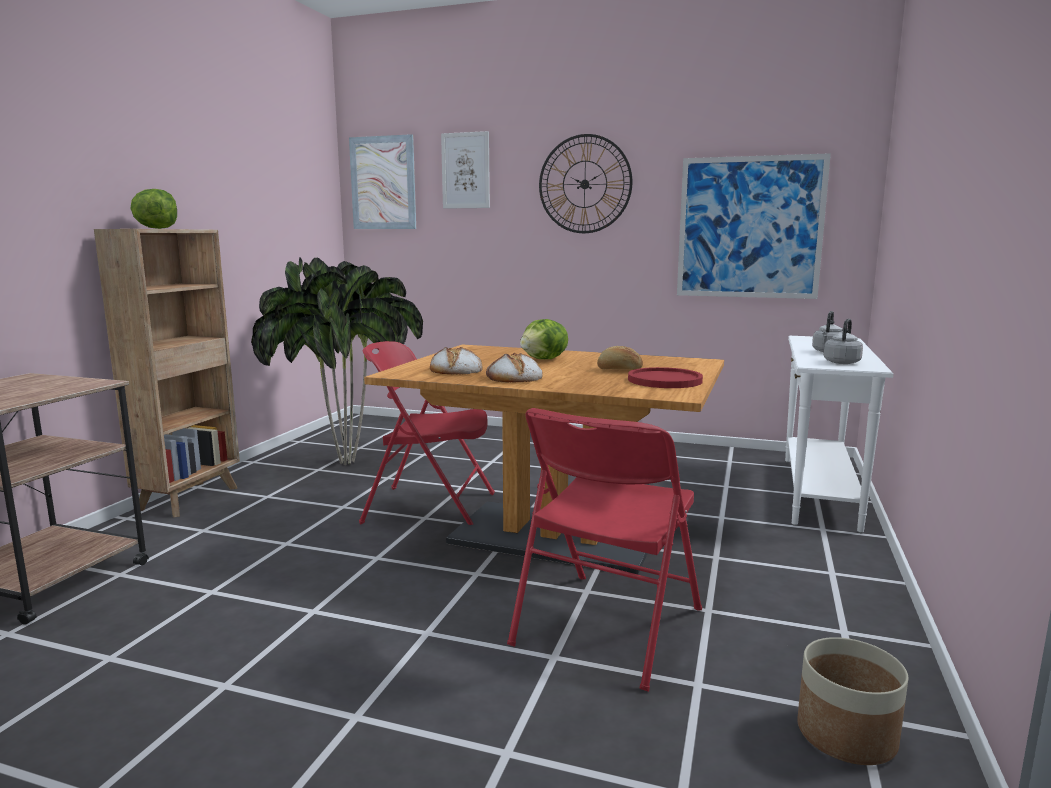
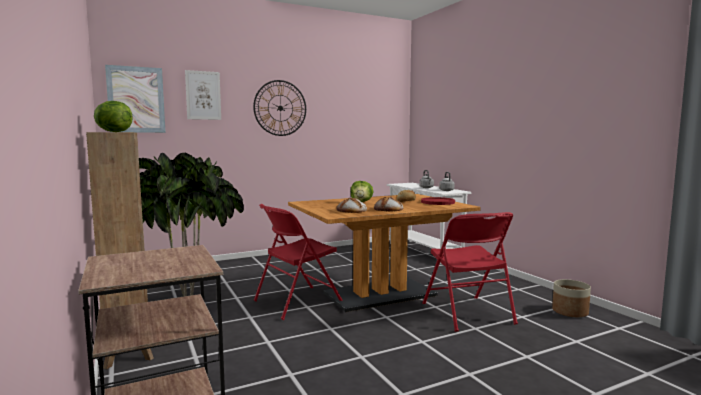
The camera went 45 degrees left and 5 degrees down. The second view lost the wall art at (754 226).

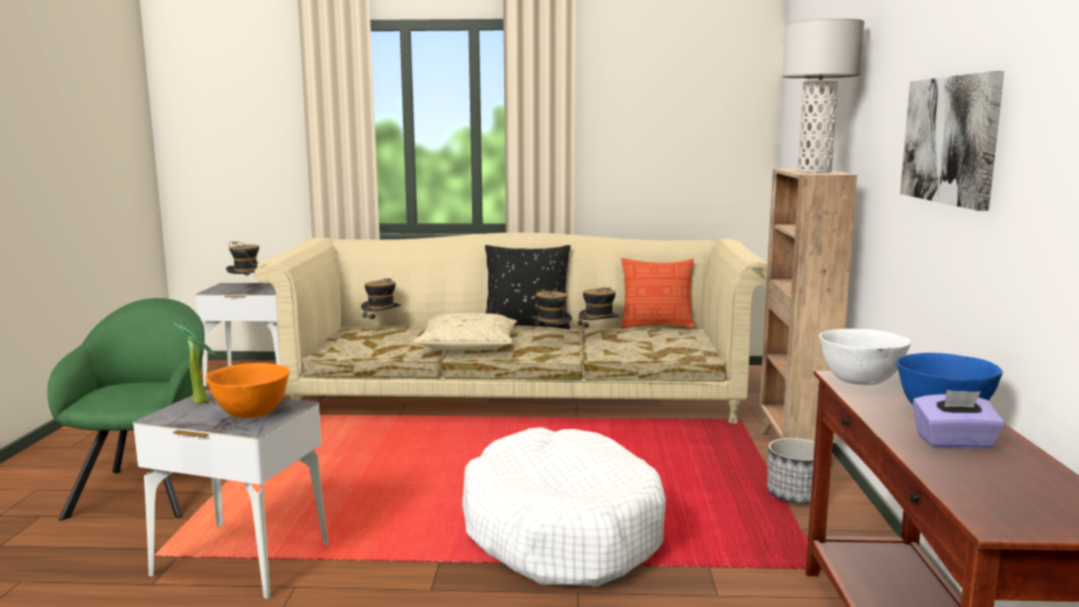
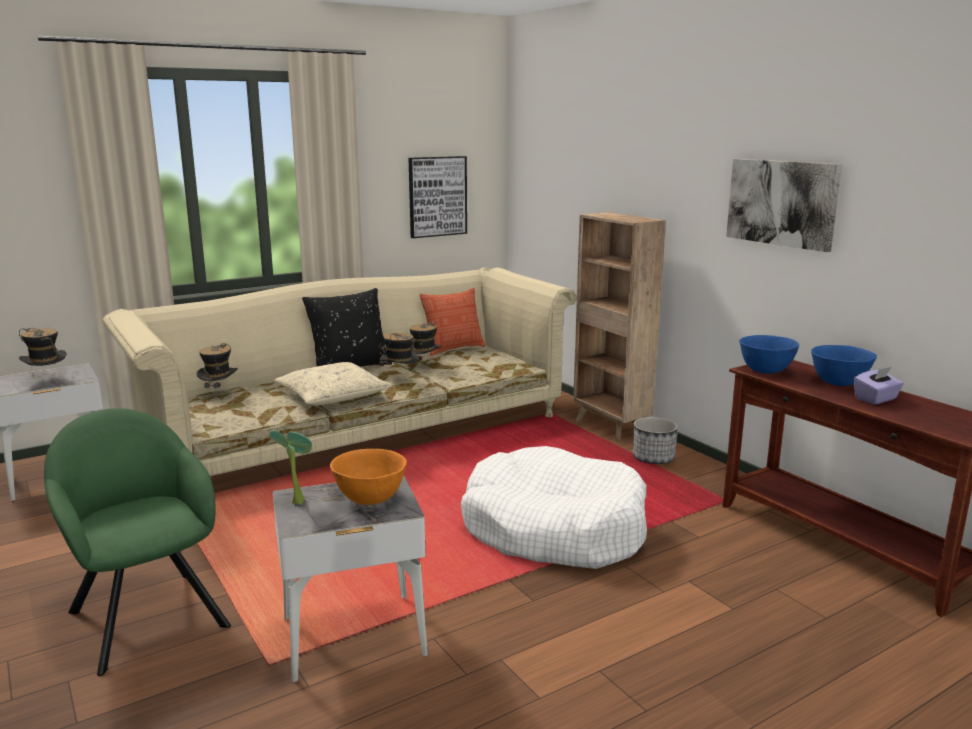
The camera went 35 degrees left and 5 degrees up. The second view lost the white-coloured lamp for a table at (823 95). What was the white-coloured deep dish at (865 357) turned into the blue deep dish at (769 354). The second view gained the wall art at (437 197).

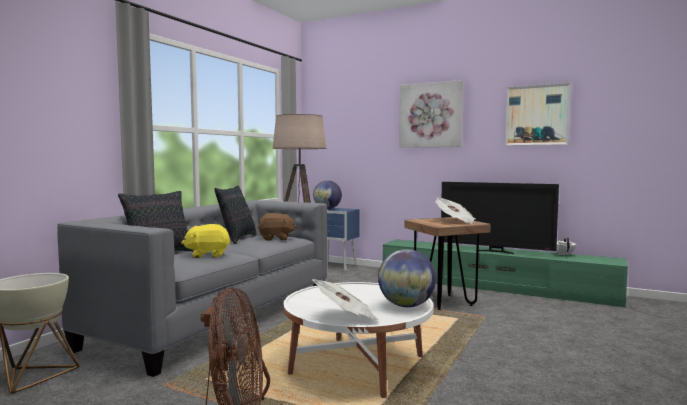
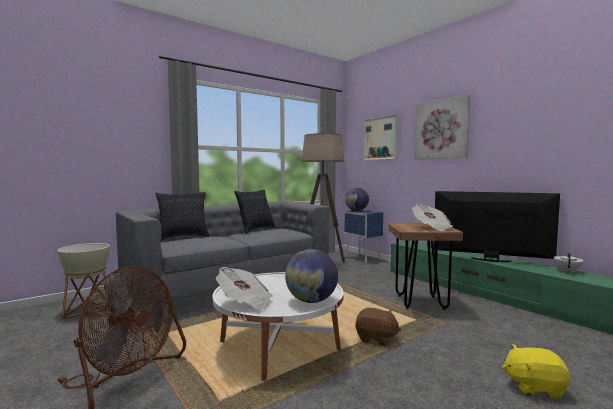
The camera went 25 degrees right and 0 degrees up. The yellowish plush toy ended up elsewhere, having gone from (206 241) to (536 371). The brownish plush toy ended up elsewhere, having gone from (277 227) to (378 327). The television at (500 218) ended up facing another way, 150 degrees clockwise from before. The wall art ended up elsewhere, having gone from (538 114) to (381 137).

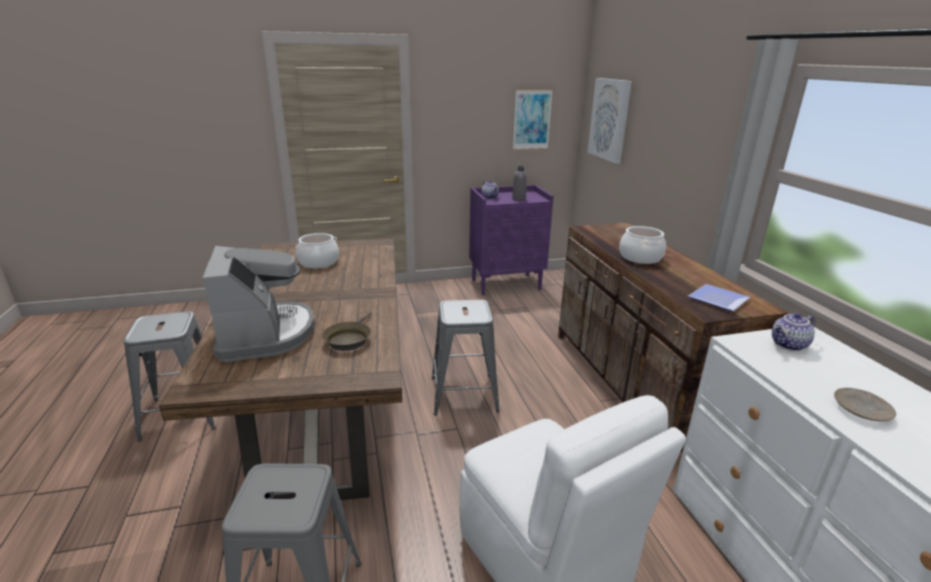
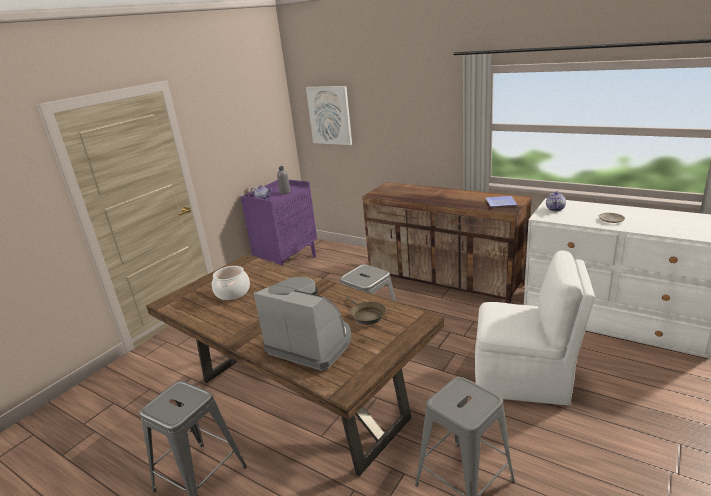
The camera went 40 degrees left and 0 degrees up. The second view lost the wall art at (533 119). The second view lost the saucepot at (642 245).

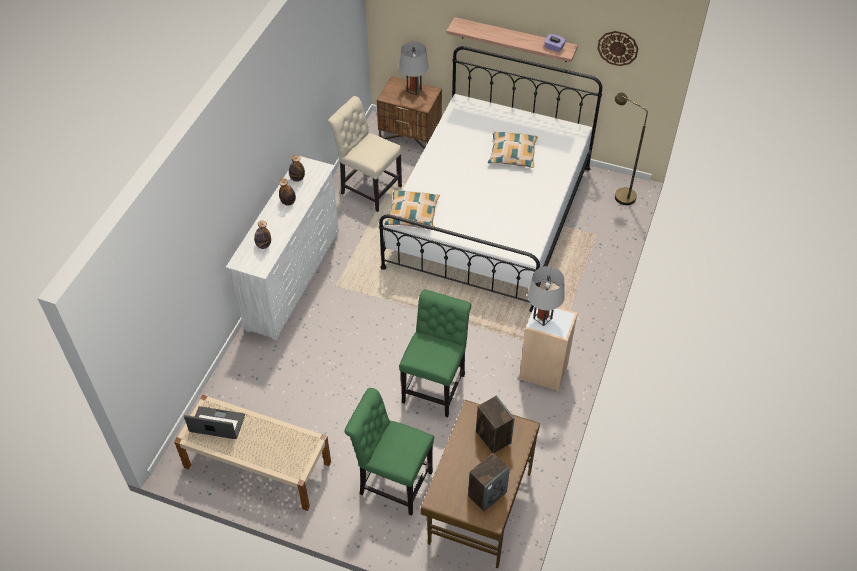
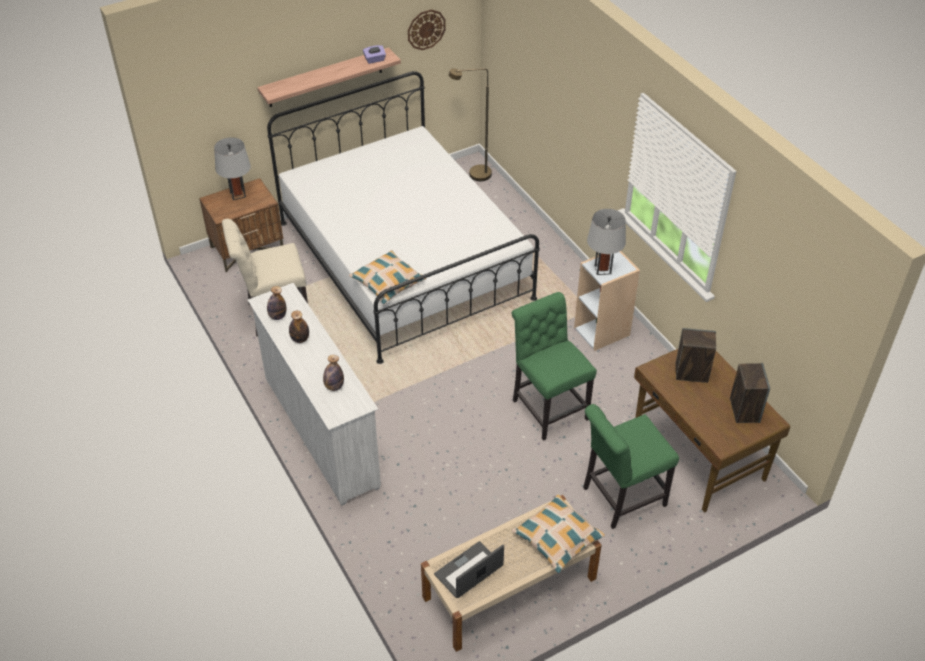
The camera went 50 degrees left and 5 degrees down. The cushion ended up elsewhere, having gone from (513 150) to (558 534).

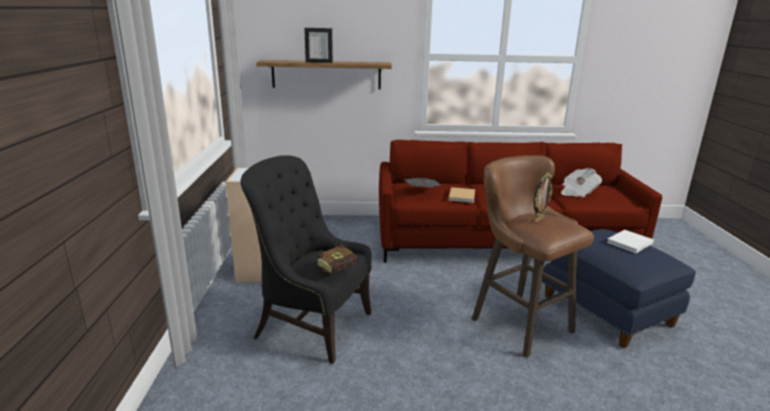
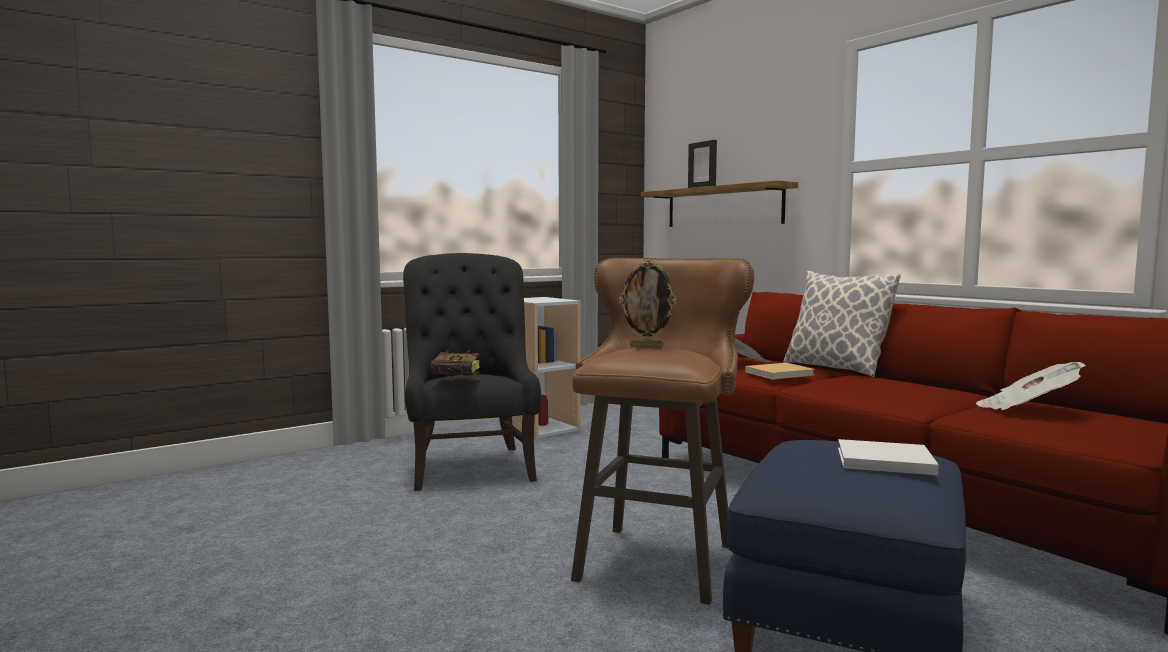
The camera went 55 degrees right and 15 degrees down. The second view gained the cushion at (842 324).

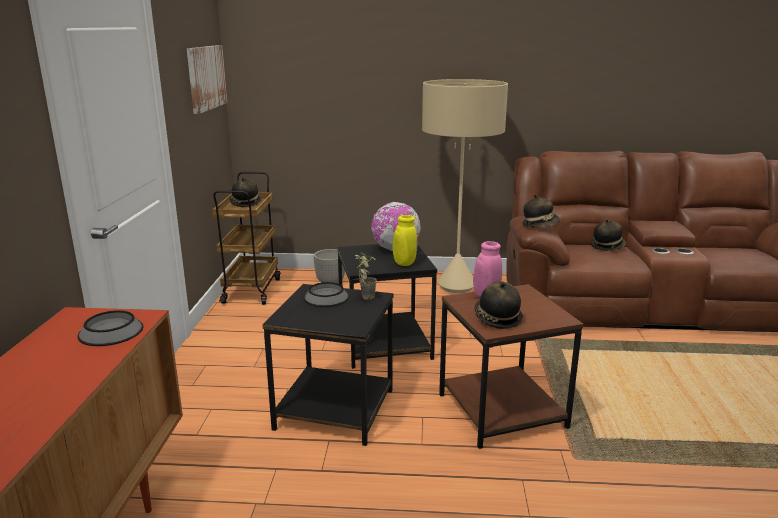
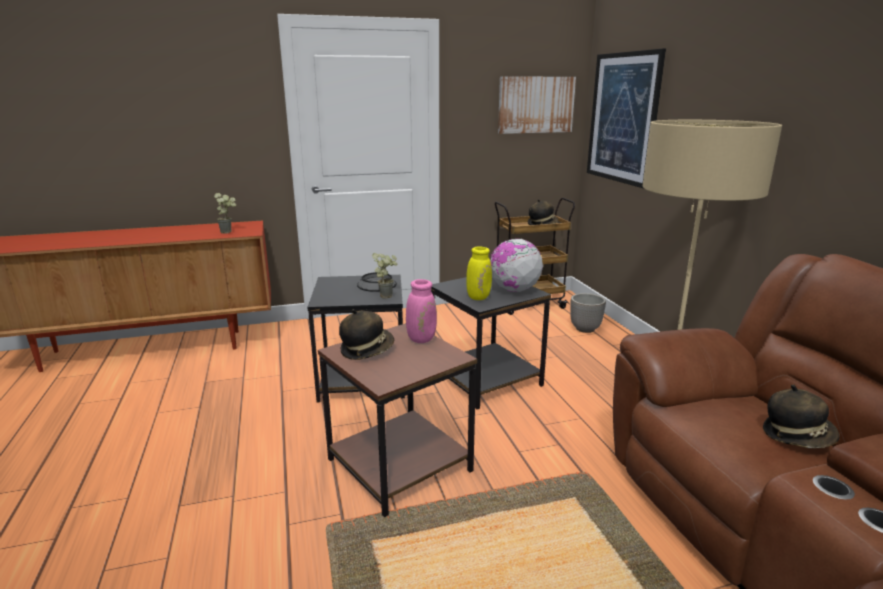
The camera went 70 degrees right and 0 degrees up. Where the deep dish stood at (111 328), the potted plant came to stand at (225 213). The second view lost the hat at (541 211). The second view gained the wall art at (626 118).

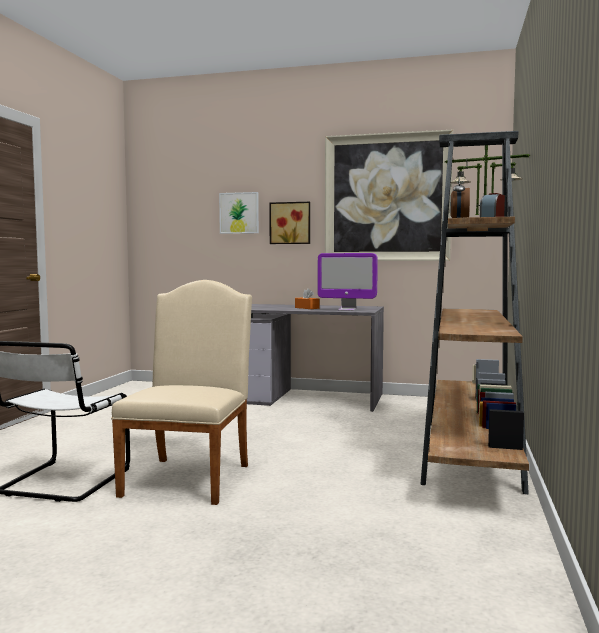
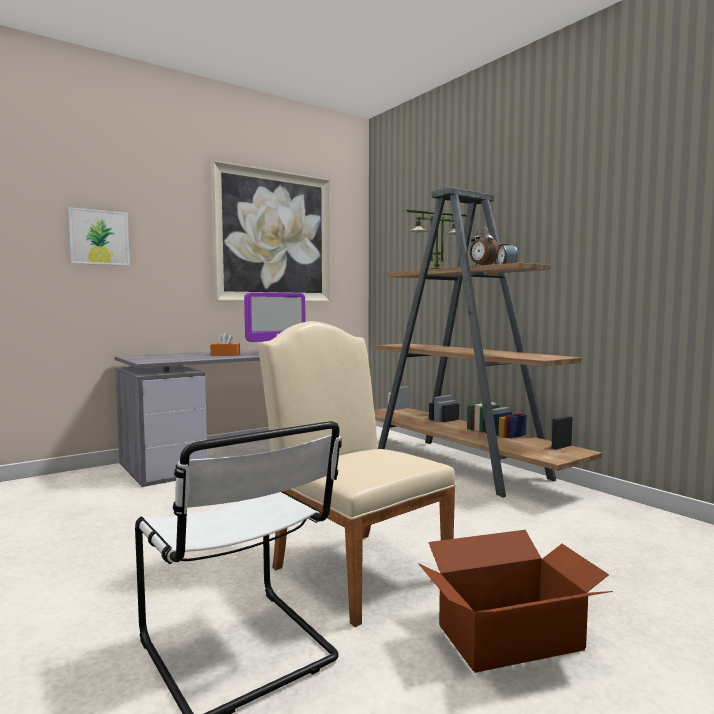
The camera went 50 degrees left and 0 degrees up. The second view lost the wall art at (289 223). The second view gained the carton at (515 601).

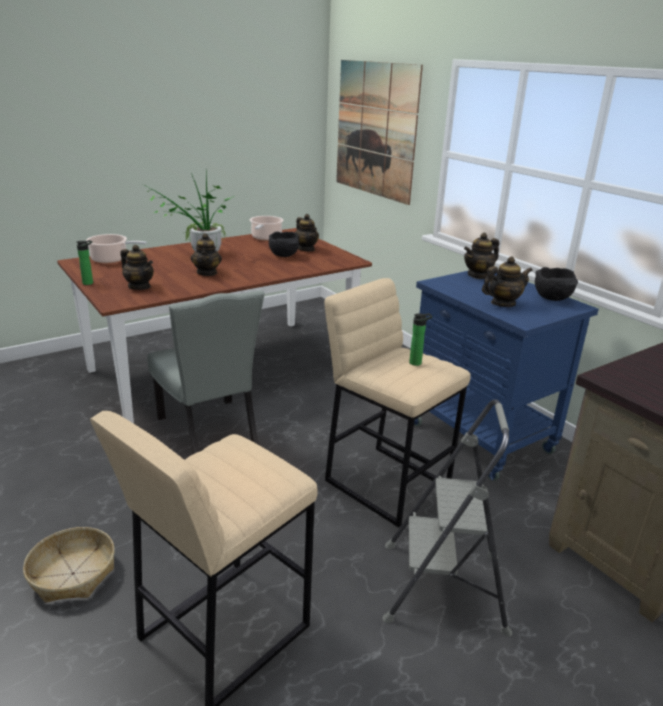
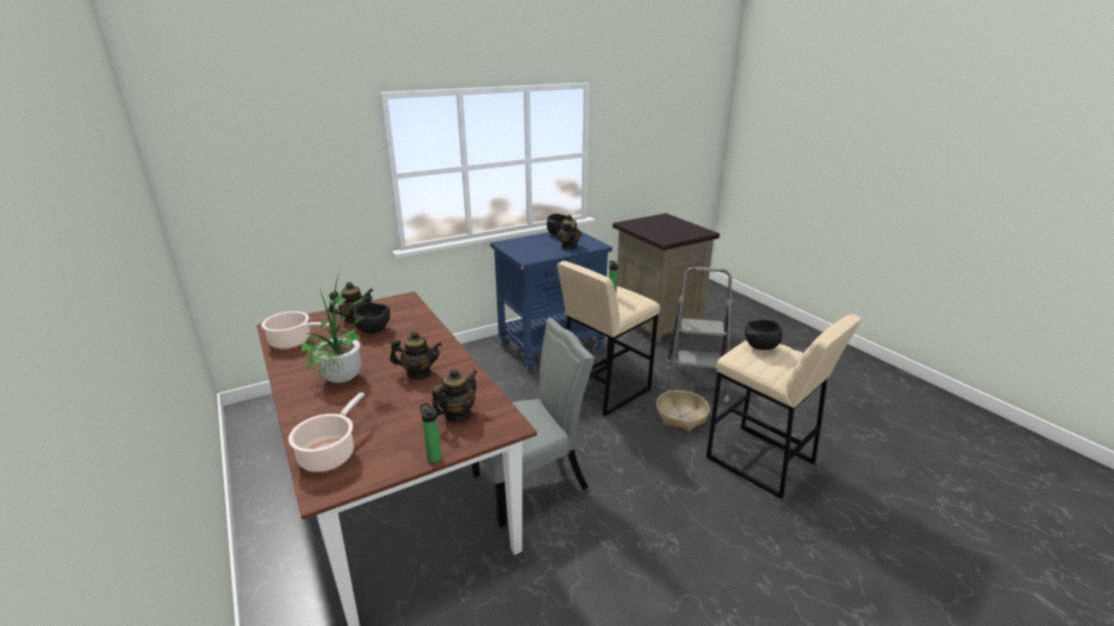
The camera went 85 degrees left and 0 degrees up. The basket ended up elsewhere, having gone from (69 565) to (683 410). The second view lost the wall art at (379 132). The second view lost the tea pot at (481 256). The second view gained the blackish deep dish at (763 334).

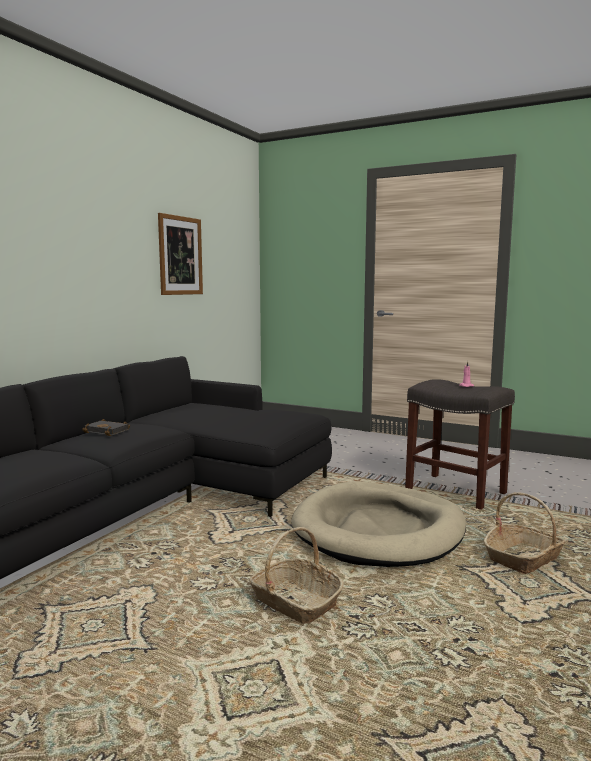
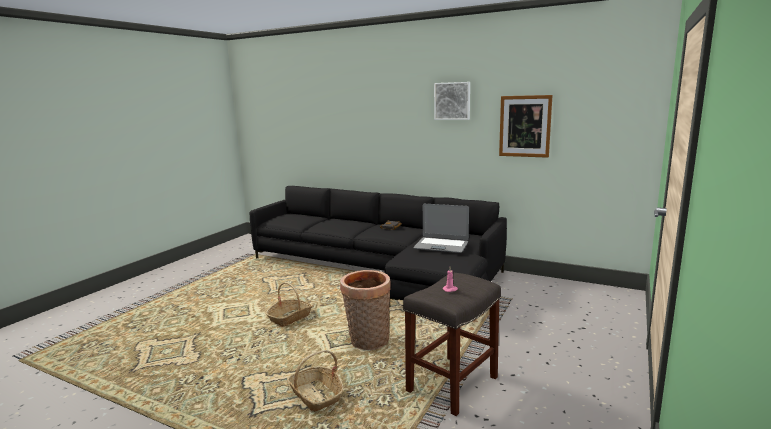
The camera went 90 degrees right and 5 degrees up. Where the beige dog bed stood at (378 524), the basket came to stand at (365 310). The second view gained the notebook computer at (441 228). The second view gained the wall art at (452 101).

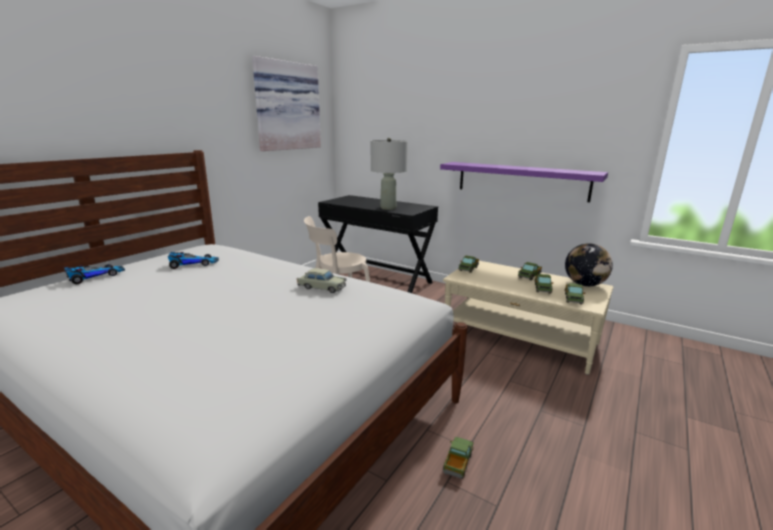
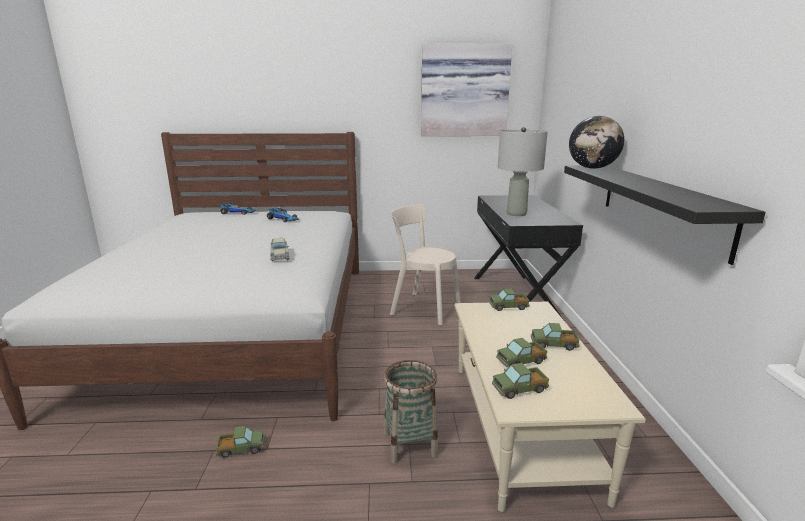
The camera went 55 degrees right and 0 degrees up. What was the purple-coloured bracket shelf at (524 182) turned into the blackish bracket shelf at (665 215). The desk globe ended up elsewhere, having gone from (589 264) to (596 142). The second view gained the basket at (411 412).

